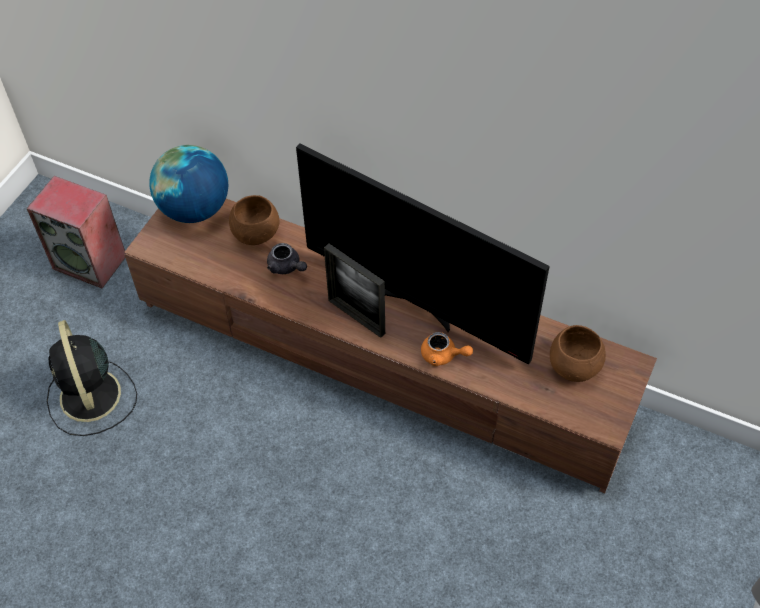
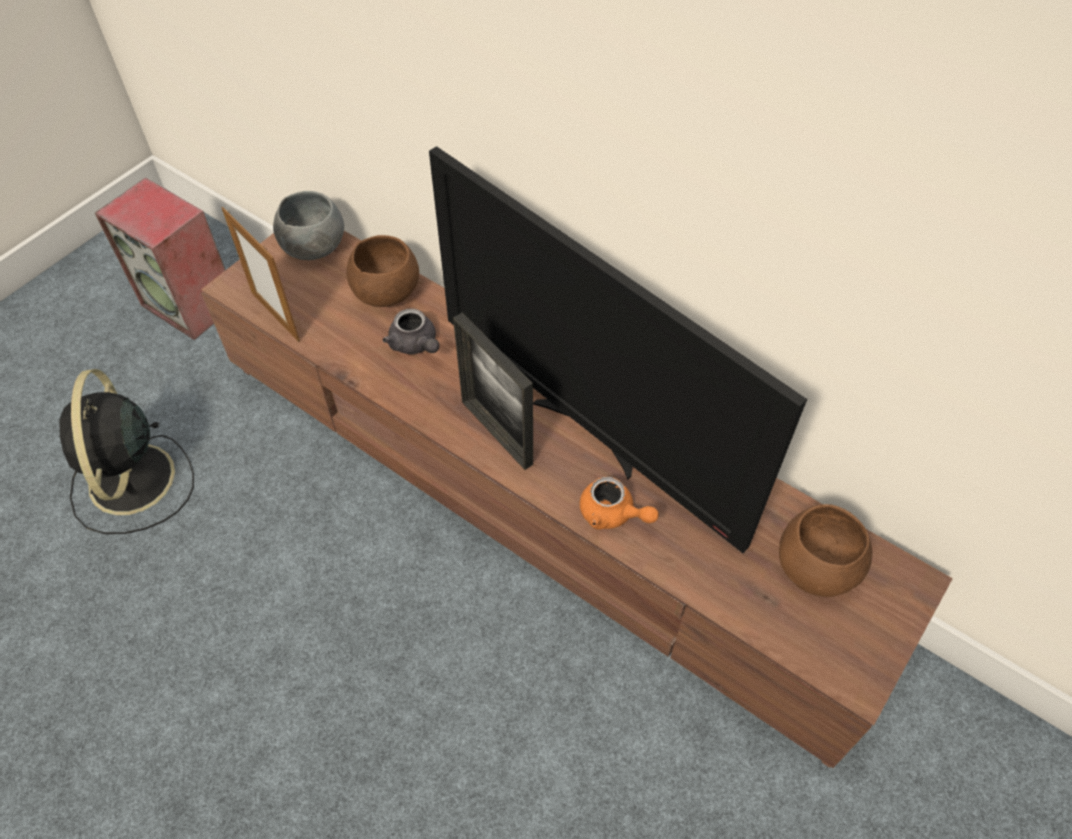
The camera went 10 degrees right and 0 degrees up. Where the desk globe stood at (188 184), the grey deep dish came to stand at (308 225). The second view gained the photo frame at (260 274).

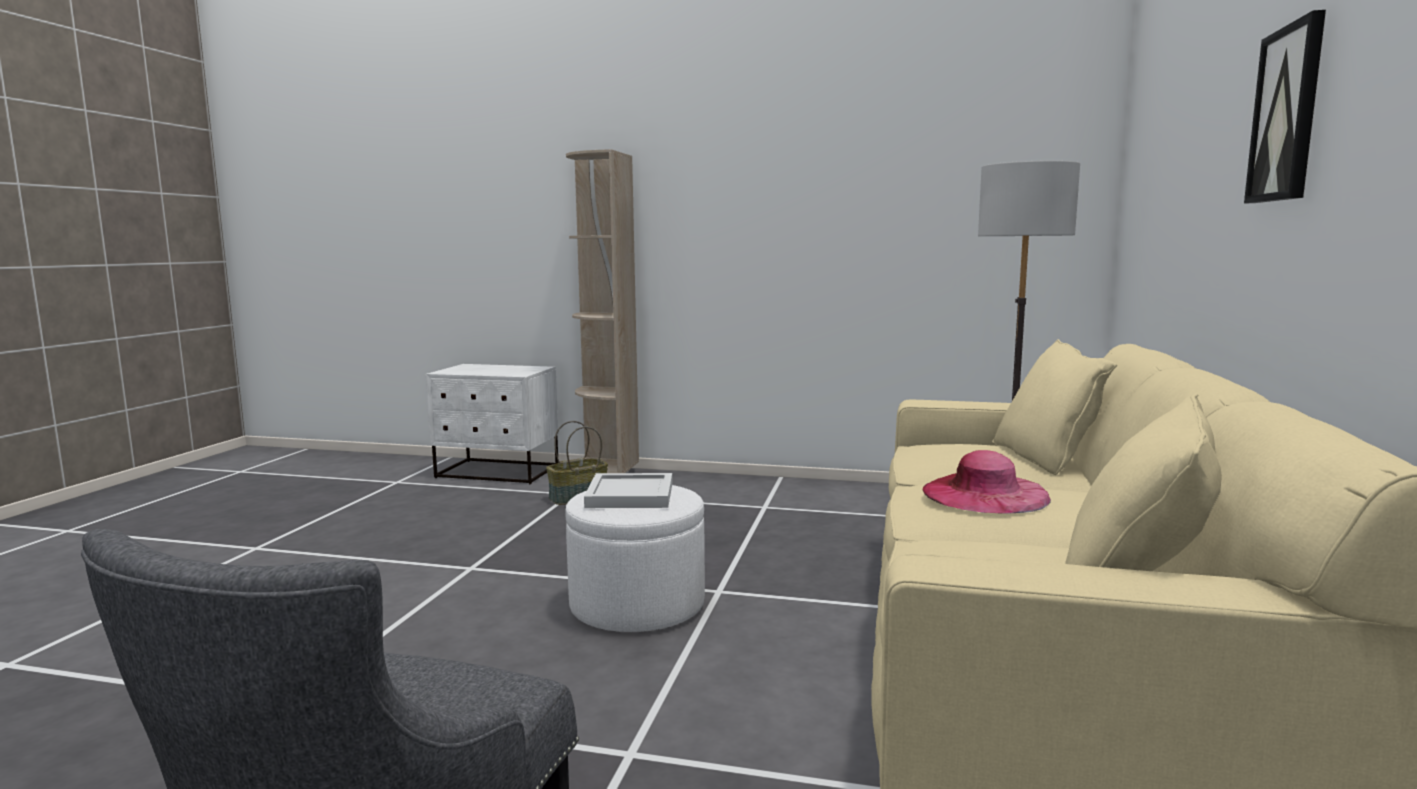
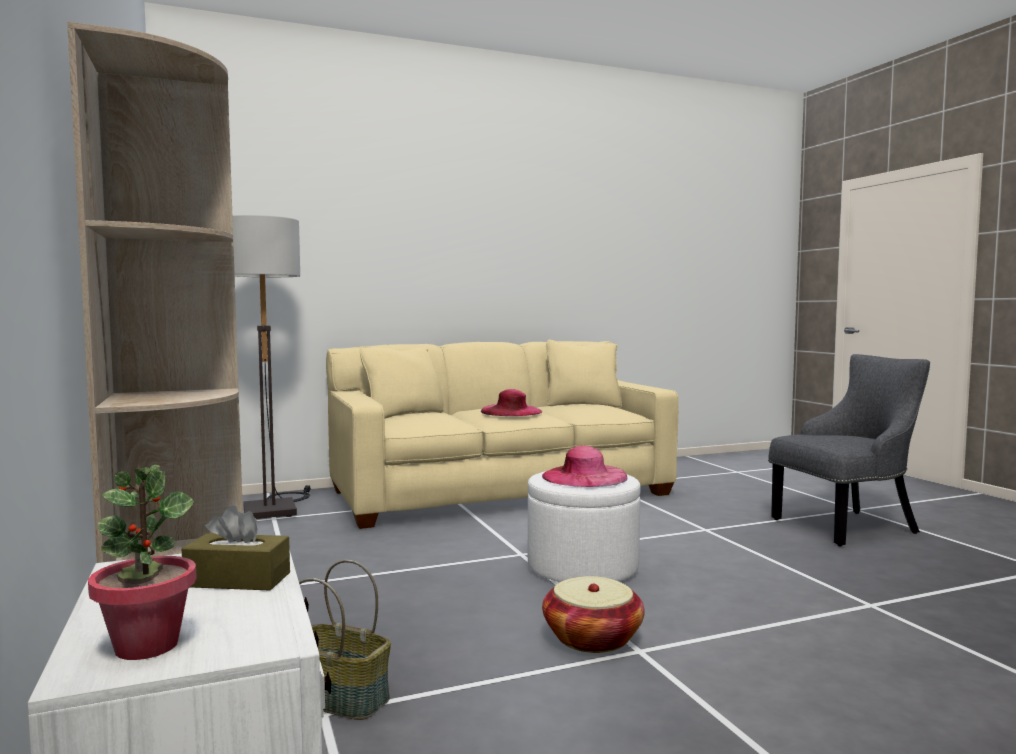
The camera went 125 degrees left and 5 degrees down. Where the white-coloured carrying tray stood at (628 490), the pinkish hat came to stand at (585 466). The second view lost the wall art at (1285 106). The second view gained the potted plant at (142 562). The second view gained the brownish box of tissues at (236 548). The second view gained the basket at (593 614).

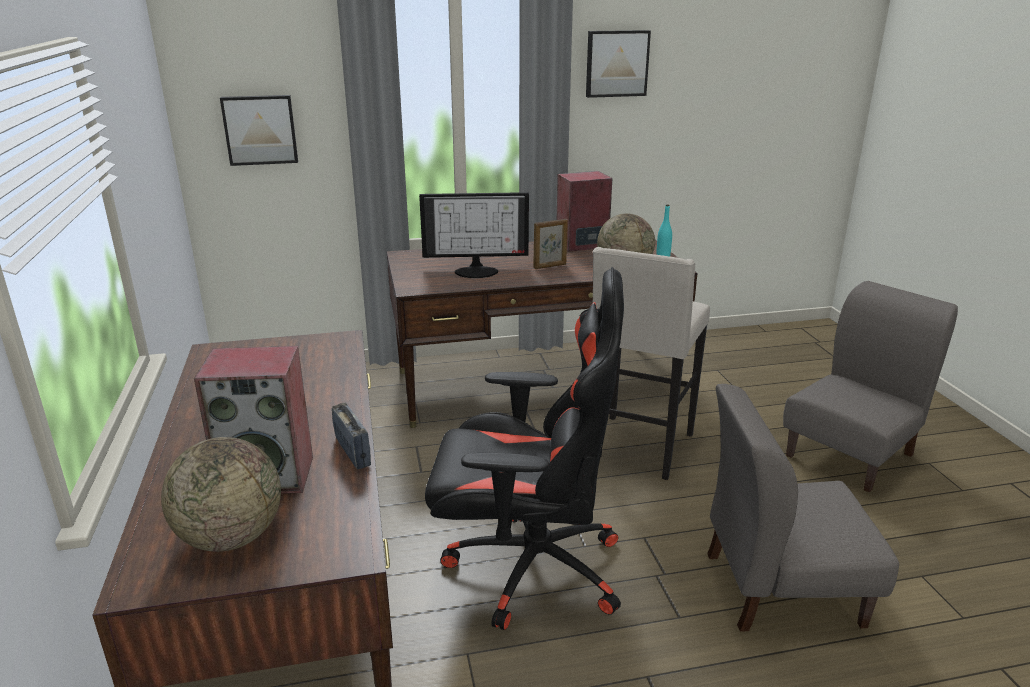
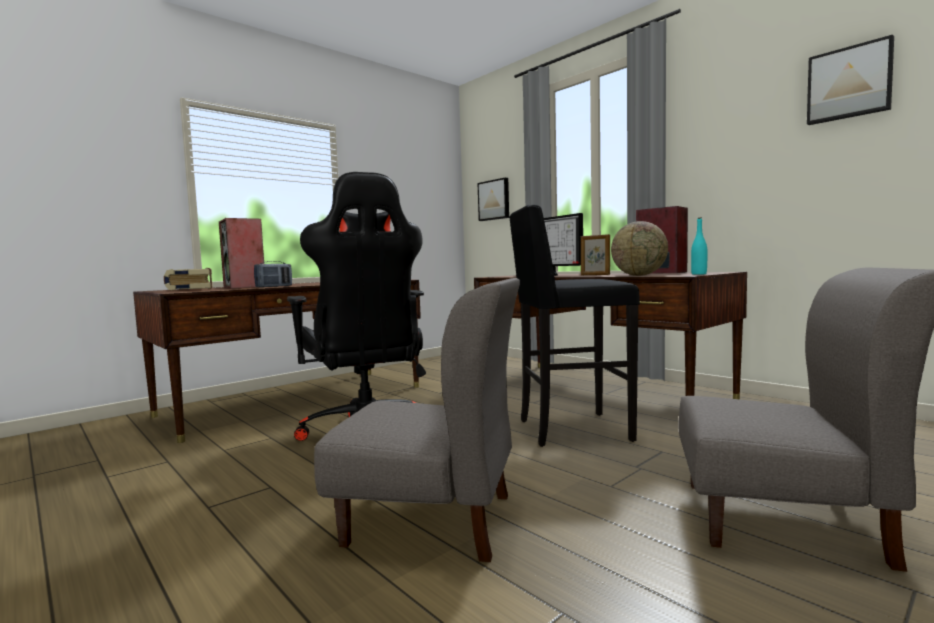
The camera went 60 degrees right and 20 degrees down. Where the desk globe stood at (221 494), the volume came to stand at (188 279). The wall art ended up elsewhere, having gone from (618 64) to (850 80). What was the beige stool at (651 363) turned into the blackish stool at (574 326). The grey plain chair at (803 508) ended up facing another way, 135 degrees clockwise from before.

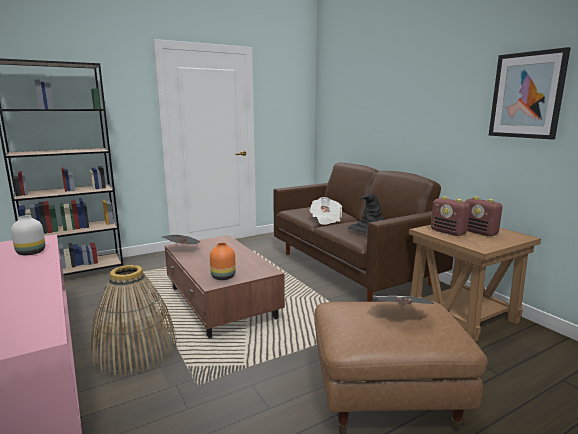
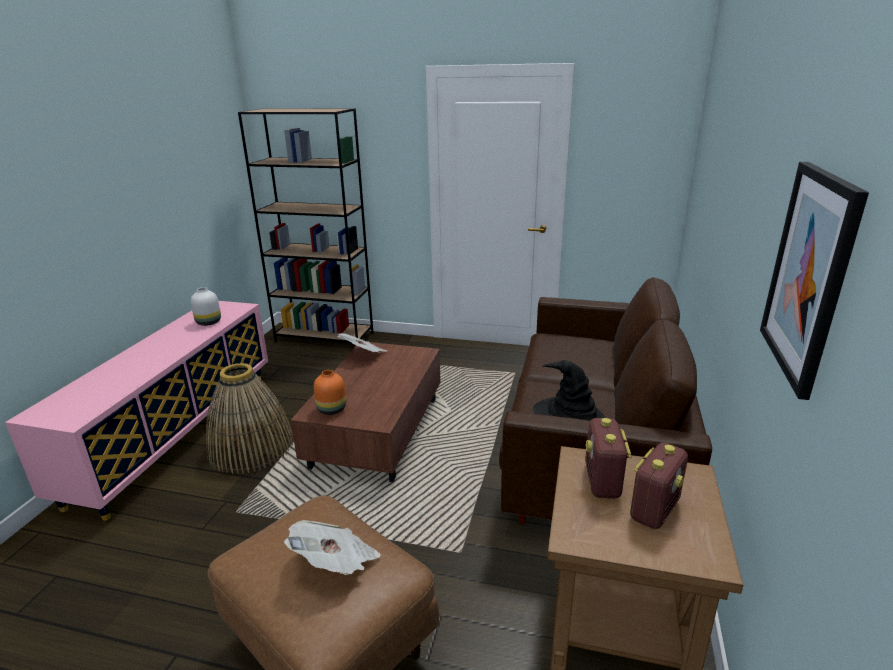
The camera went 45 degrees right and 10 degrees up. The second view lost the printed paper at (326 211). The radio at (484 216) ended up facing another way, 150 degrees counterclockwise from before.

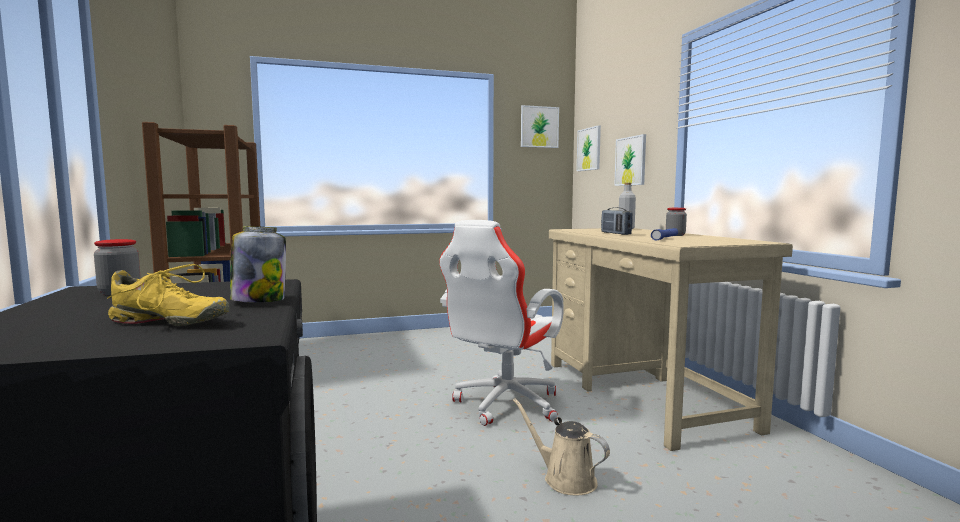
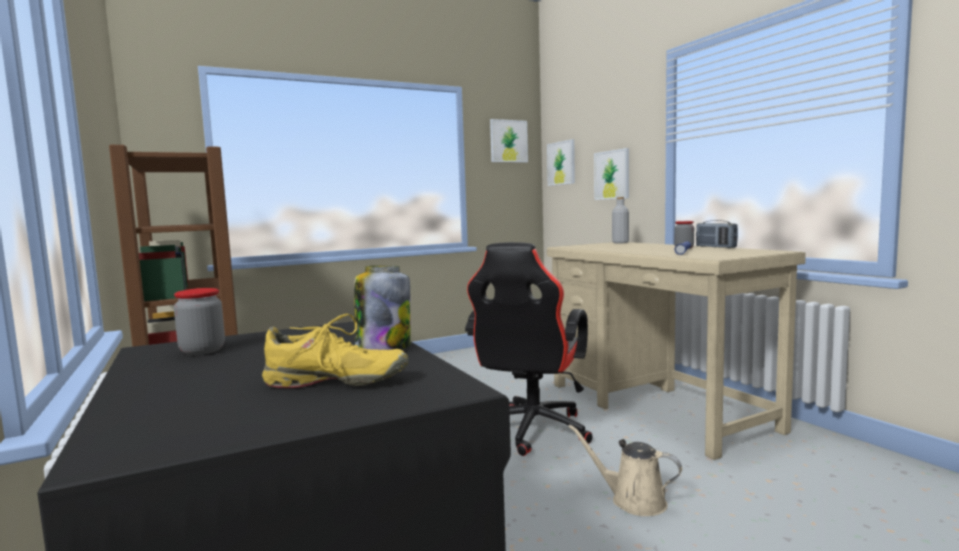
The camera went 10 degrees left and 0 degrees up. What was the white-coloured office chair at (501 323) turned into the blackish office chair at (528 349). The radio ended up elsewhere, having gone from (617 221) to (717 234).

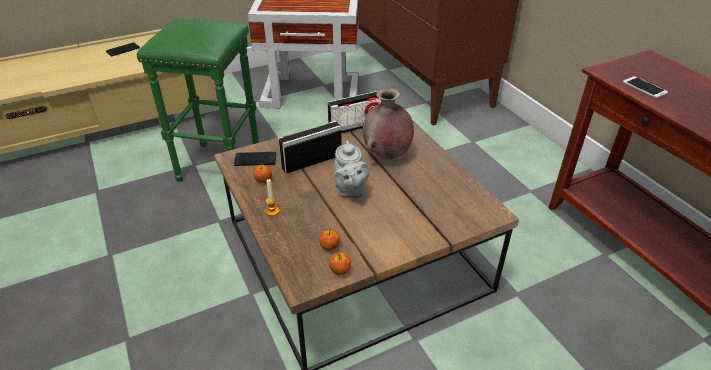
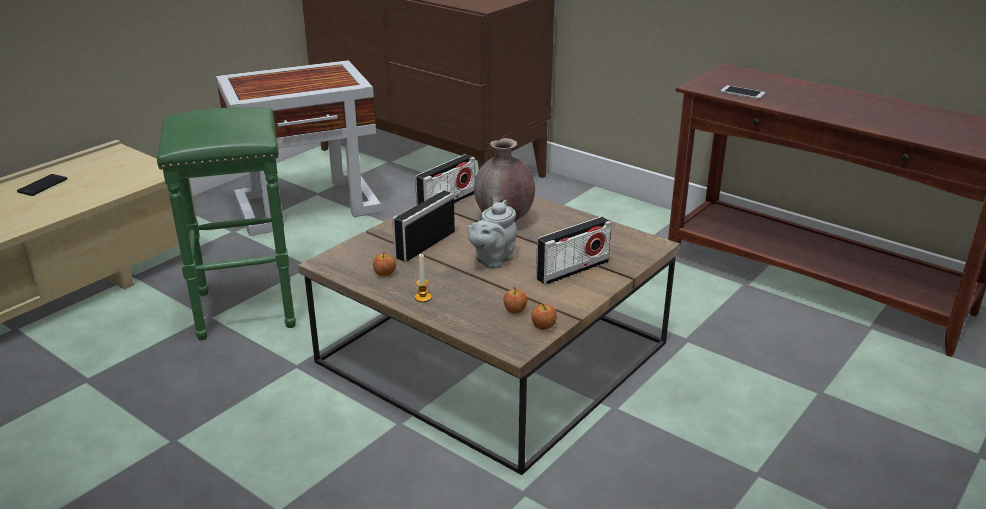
The camera went 25 degrees left and 10 degrees down. The second view lost the handset at (255 159). The grey tea pot at (351 169) ended up facing another way, 75 degrees clockwise from before. The second view gained the radio at (573 250).

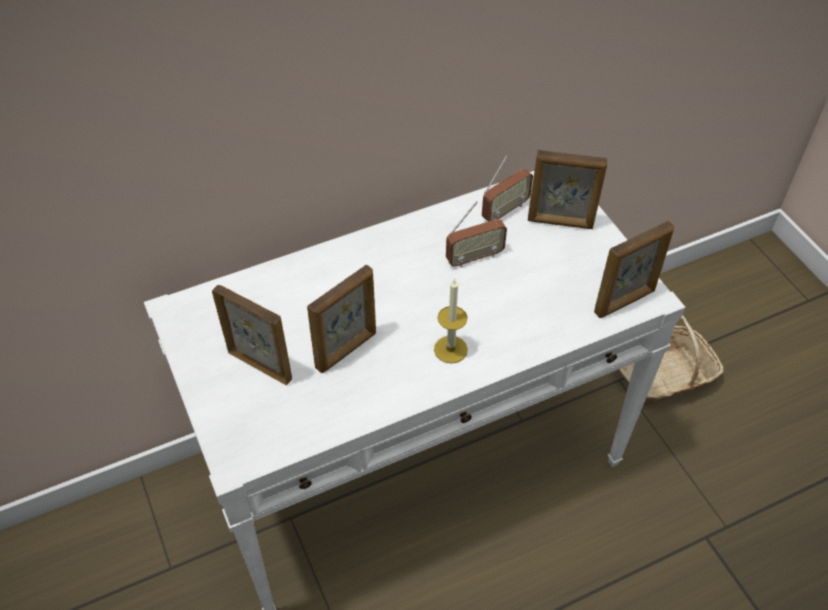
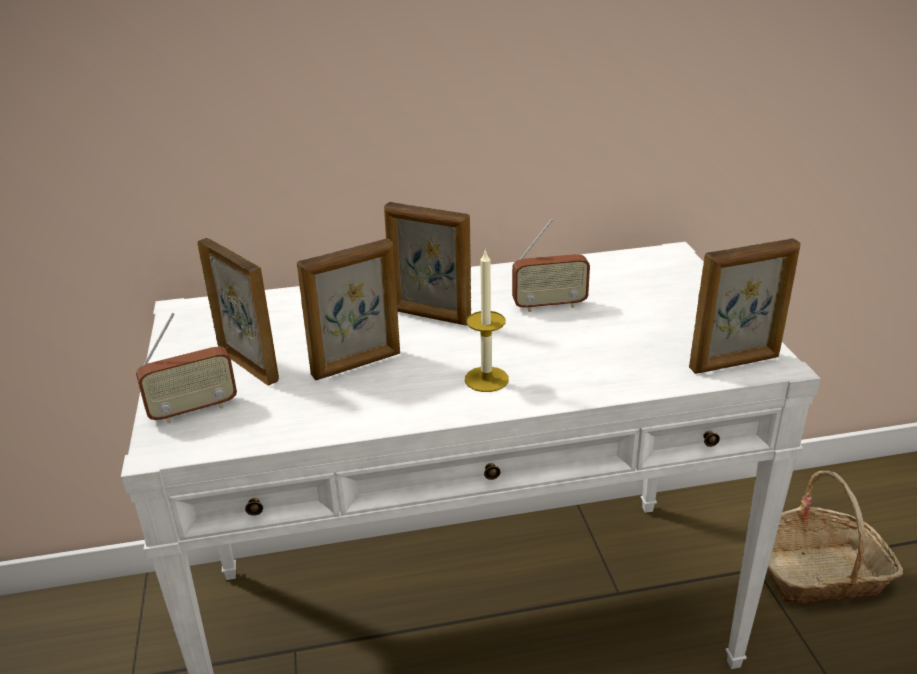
The camera went 15 degrees right and 20 degrees down. The radio ended up elsewhere, having gone from (507 188) to (186 368). The photo frame ended up elsewhere, having gone from (568 189) to (427 264).

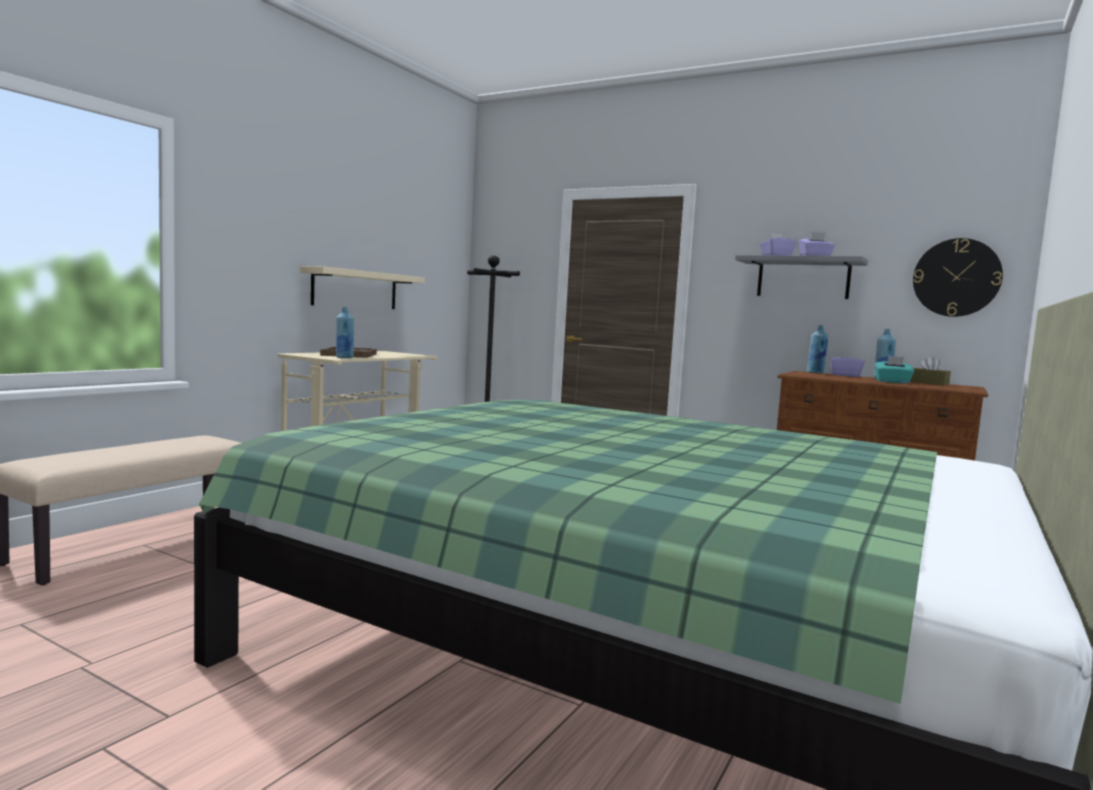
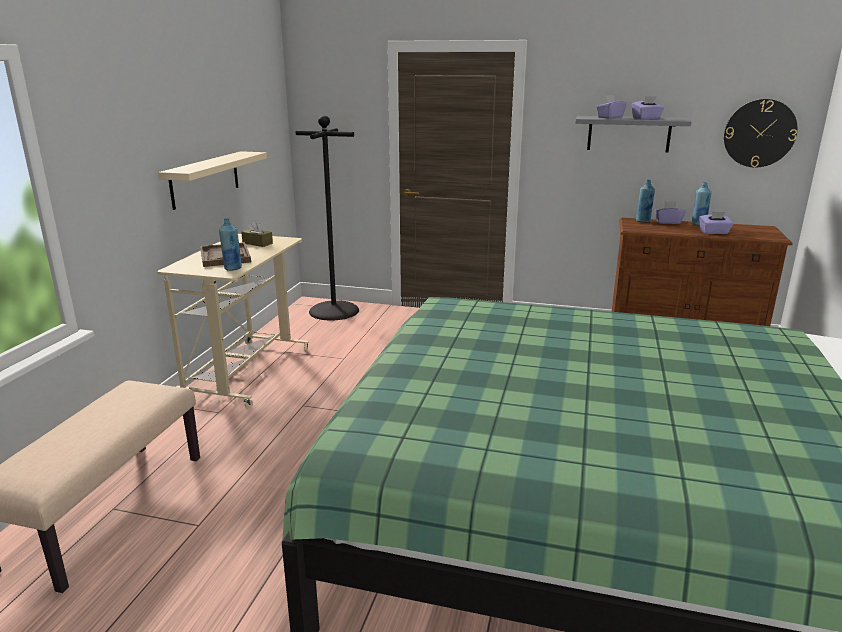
The camera went 15 degrees left and 15 degrees up. What was the blue-green box of tissues at (894 370) turned into the purple-coloured box of tissues at (716 223). The brownish box of tissues ended up elsewhere, having gone from (930 370) to (257 234).

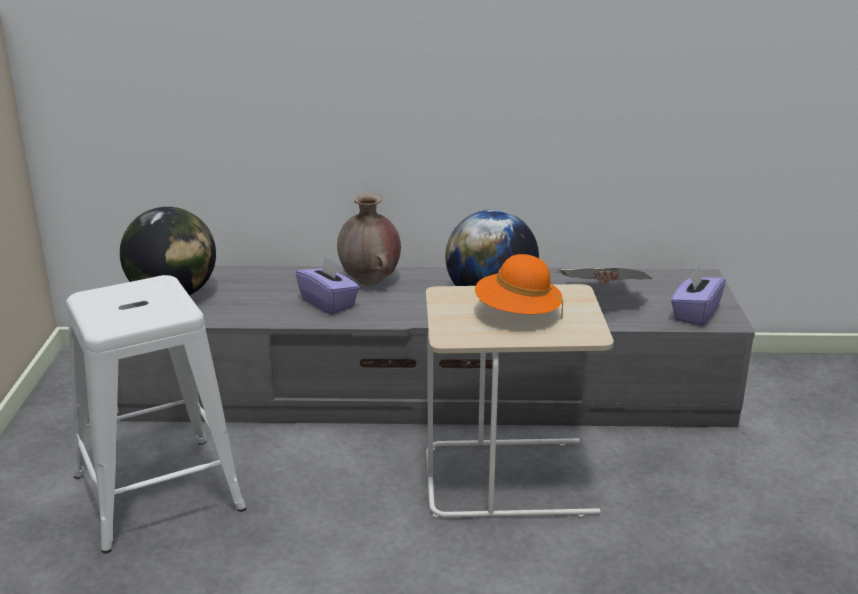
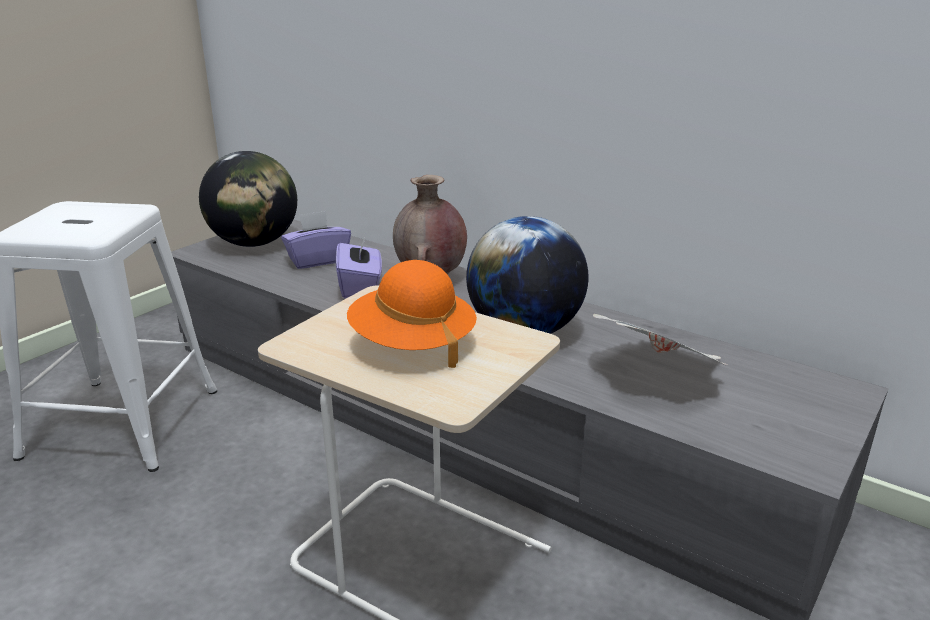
The camera went 35 degrees right and 0 degrees up. The purple-coloured box of tissues ended up elsewhere, having gone from (698 295) to (316 240).

